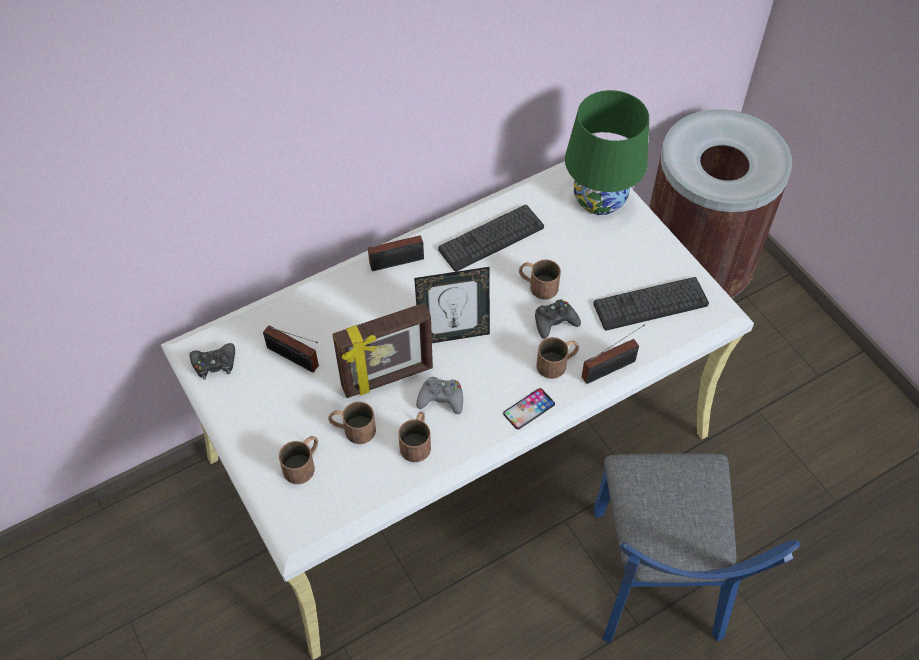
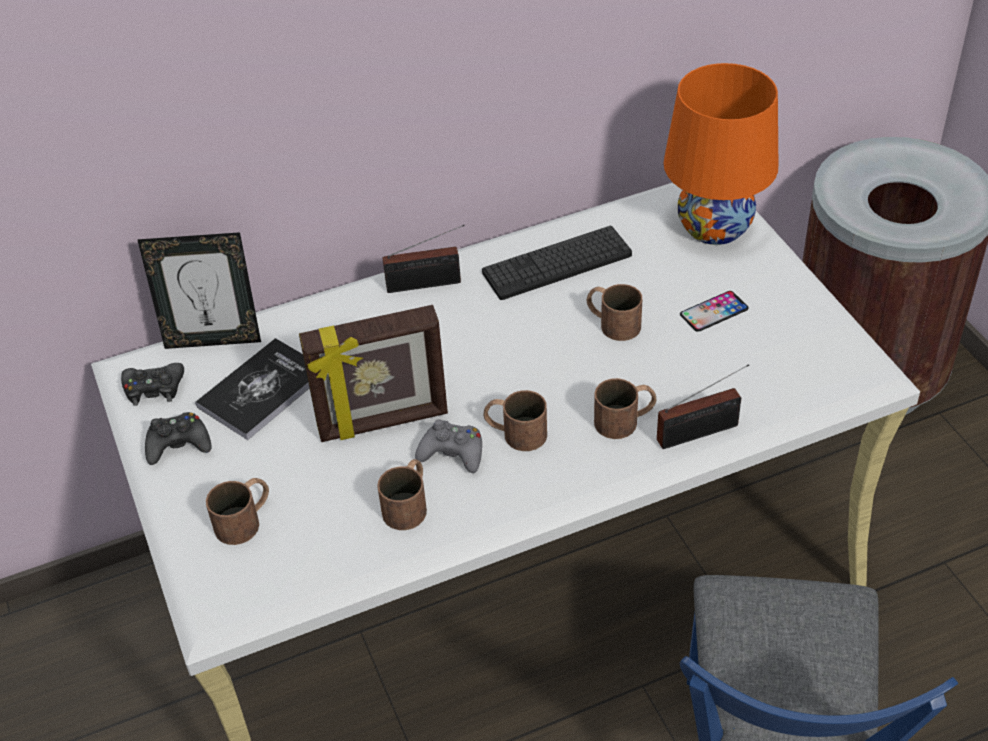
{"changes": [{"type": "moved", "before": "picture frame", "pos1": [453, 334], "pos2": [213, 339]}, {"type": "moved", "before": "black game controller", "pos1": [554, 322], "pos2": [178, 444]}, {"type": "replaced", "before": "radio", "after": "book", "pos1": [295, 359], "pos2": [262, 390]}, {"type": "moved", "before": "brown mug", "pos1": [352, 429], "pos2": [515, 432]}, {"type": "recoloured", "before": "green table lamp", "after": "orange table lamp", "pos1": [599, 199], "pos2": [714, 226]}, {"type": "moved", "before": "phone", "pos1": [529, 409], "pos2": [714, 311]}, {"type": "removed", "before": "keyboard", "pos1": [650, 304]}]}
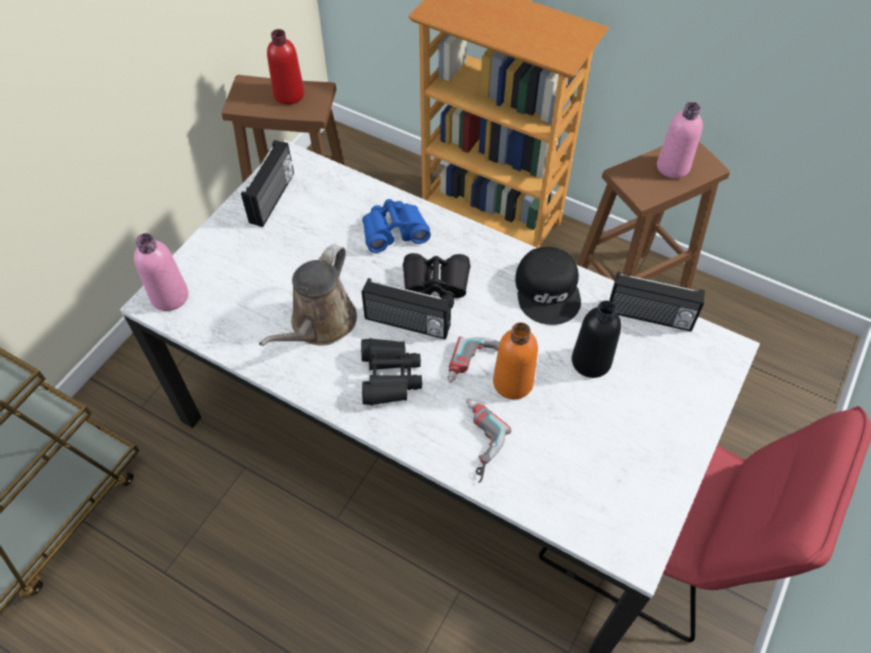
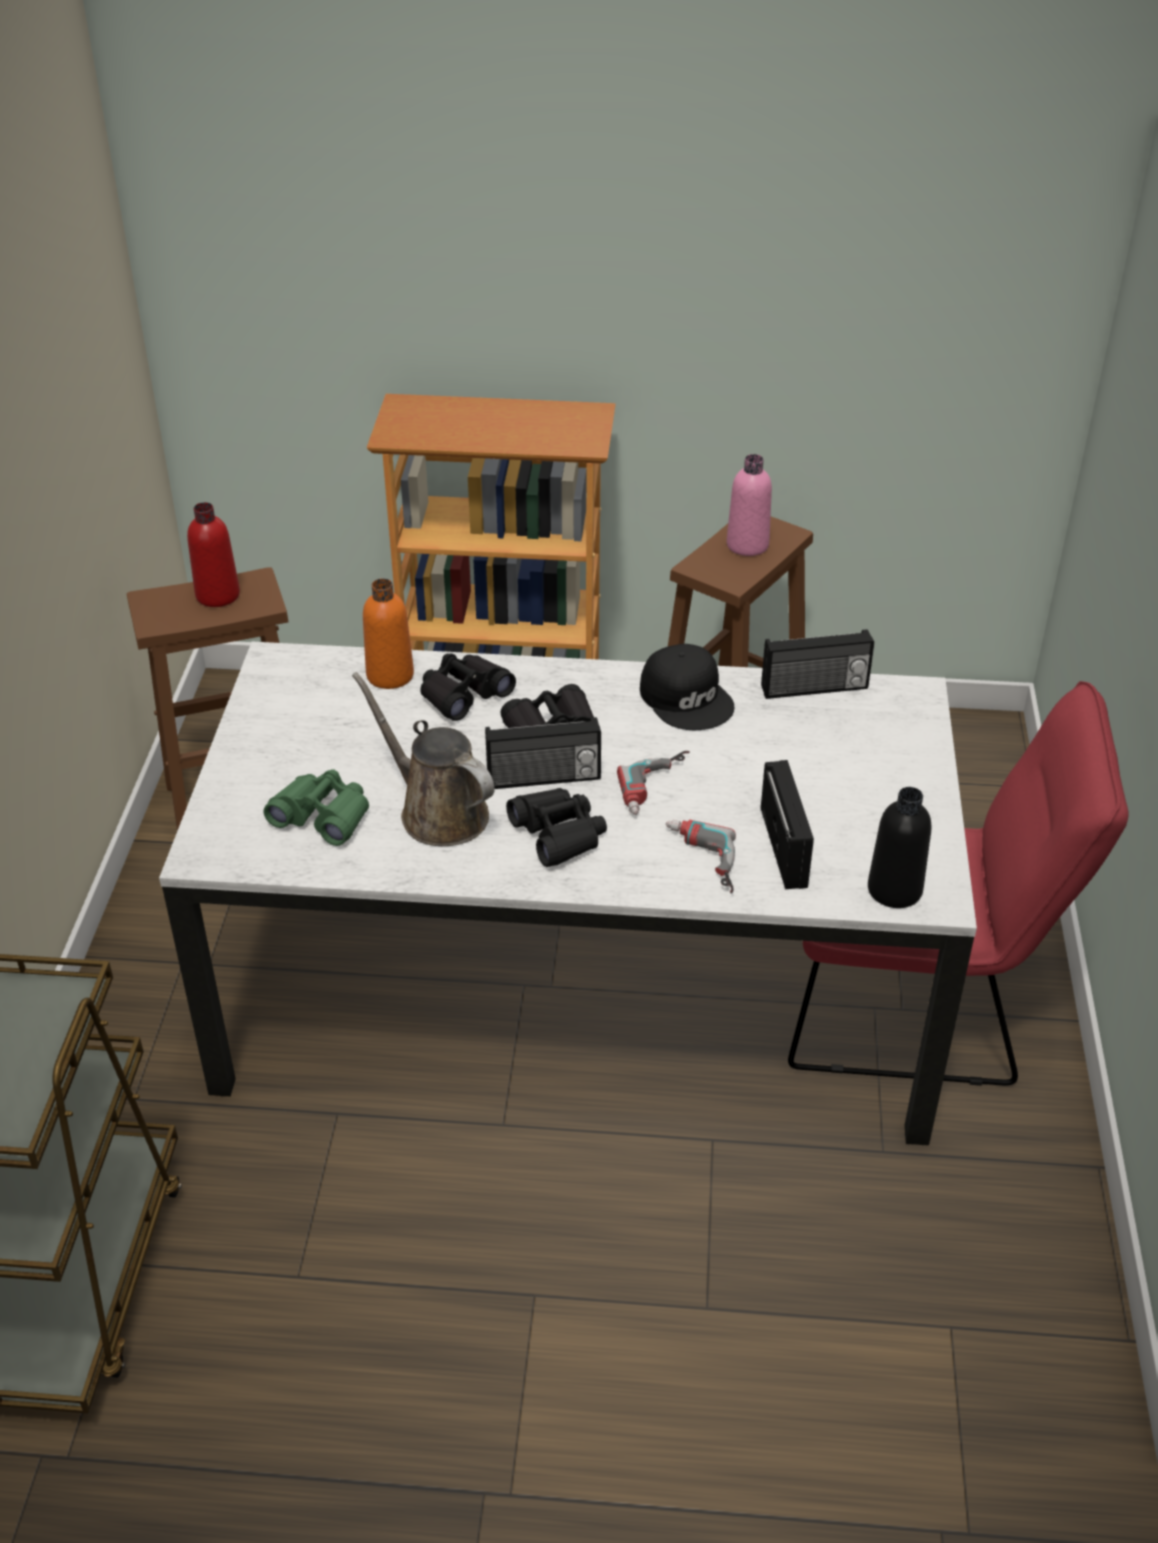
{"changes": [{"type": "added", "after": "green binoculars", "pos2": [323, 816]}, {"type": "turned", "before": "brown watering can", "pos1": [320, 324], "pos2": [437, 812], "turn": 135}, {"type": "moved", "before": "orange bottle", "pos1": [513, 382], "pos2": [390, 675]}, {"type": "recoloured", "before": "blue binoculars", "after": "black binoculars", "pos1": [394, 231], "pos2": [463, 694]}, {"type": "moved", "before": "radio", "pos1": [273, 198], "pos2": [786, 848]}, {"type": "moved", "before": "black bottle", "pos1": [591, 361], "pos2": [894, 890]}, {"type": "removed", "before": "pink bottle", "pos1": [170, 296]}]}
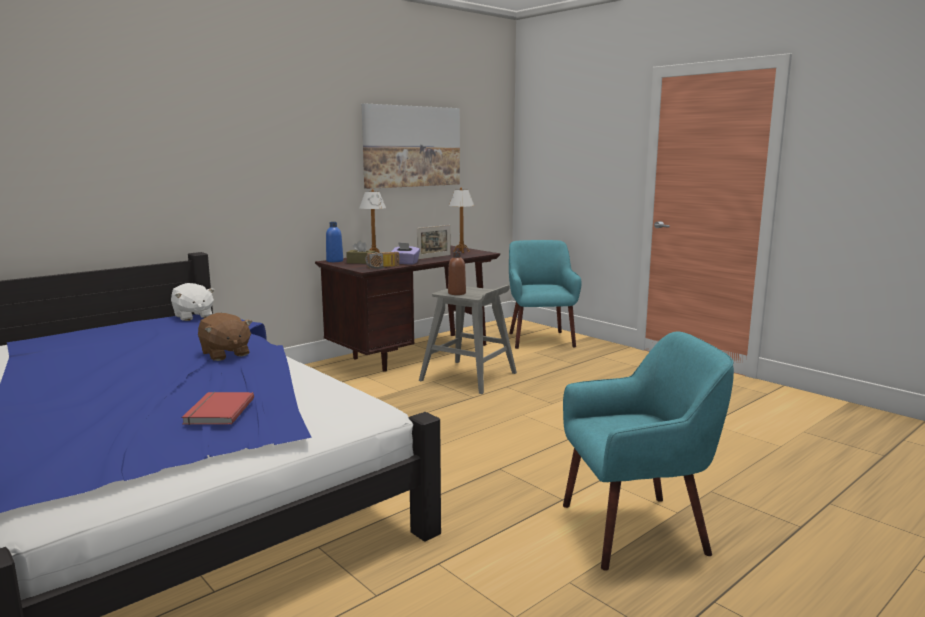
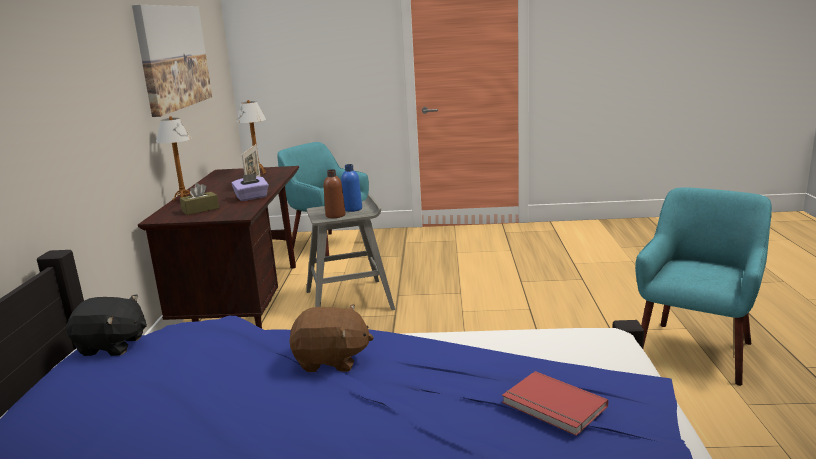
{"changes": [{"type": "recoloured", "before": "white plush toy", "after": "black plush toy", "pos1": [193, 316], "pos2": [112, 346]}, {"type": "moved", "before": "blue bottle", "pos1": [334, 261], "pos2": [352, 209]}, {"type": "removed", "before": "radio", "pos1": [383, 267]}]}
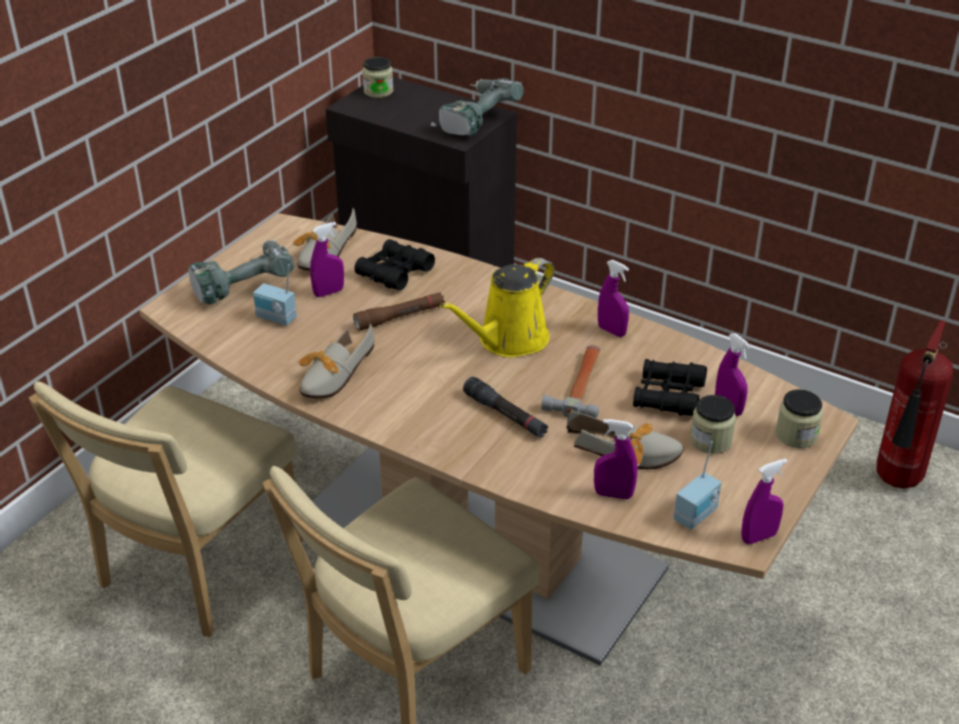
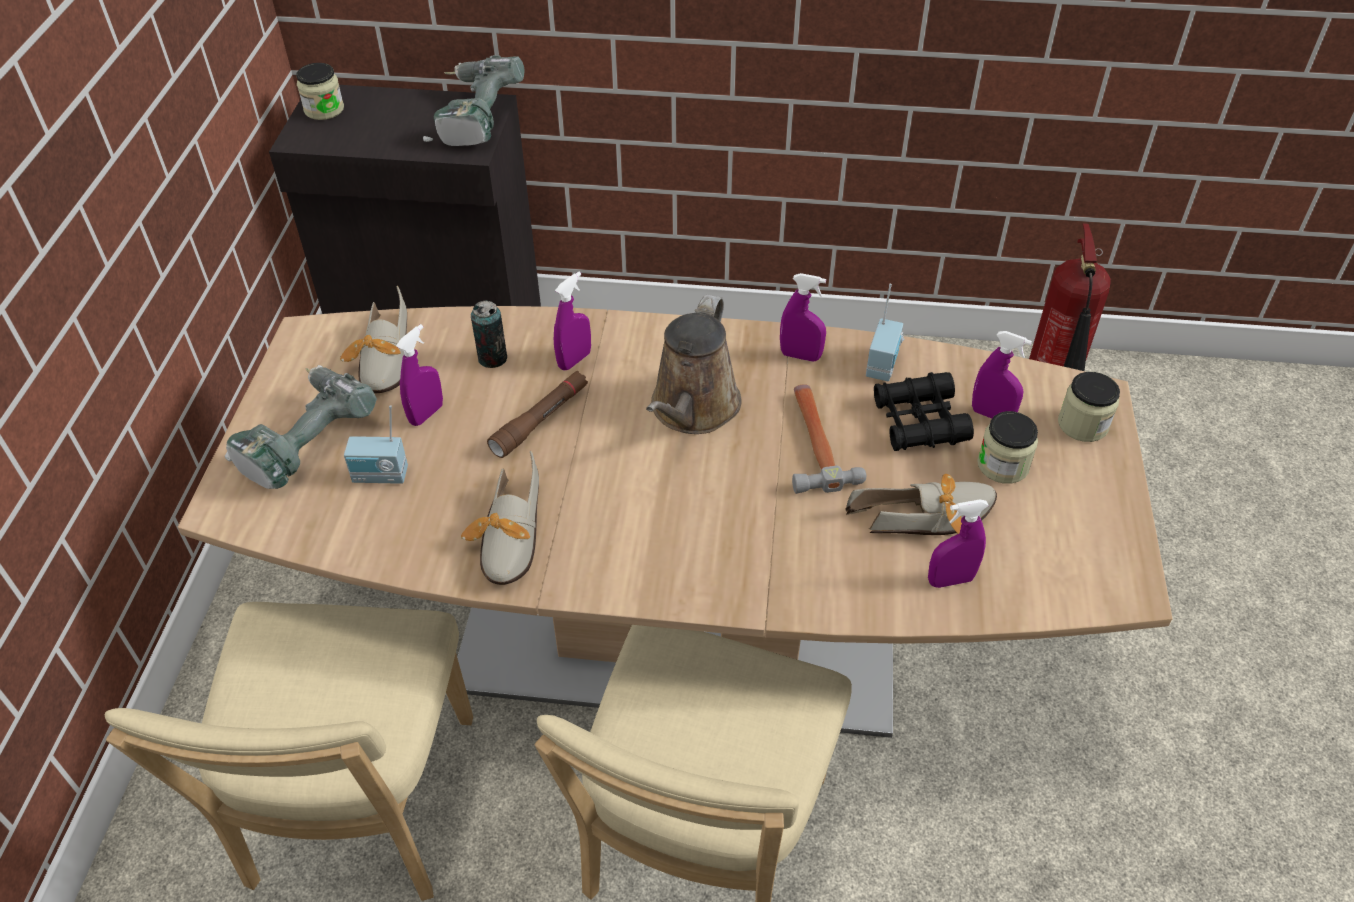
{"changes": [{"type": "replaced", "before": "black binoculars", "after": "can", "pos1": [394, 273], "pos2": [492, 358]}, {"type": "moved", "before": "purple spray bottle", "pos1": [758, 537], "pos2": [574, 360]}, {"type": "recoloured", "before": "yellow watering can", "after": "brown watering can", "pos1": [508, 341], "pos2": [692, 409]}, {"type": "moved", "before": "radio", "pos1": [697, 515], "pos2": [884, 365]}, {"type": "removed", "before": "black flashlight", "pos1": [505, 415]}]}
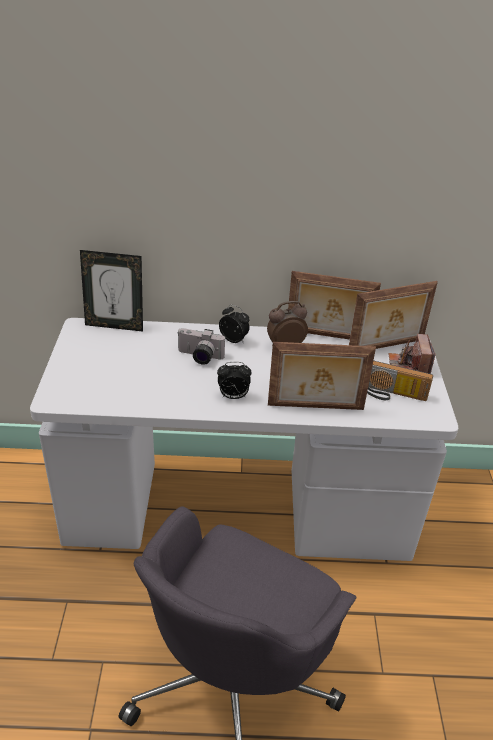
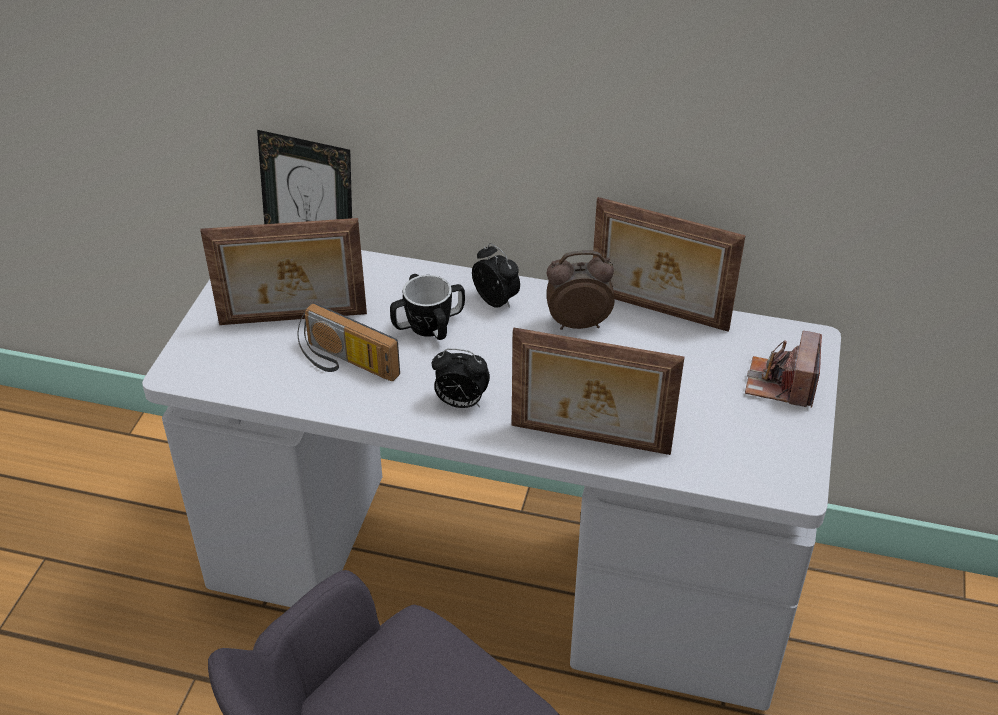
{"changes": [{"type": "moved", "before": "picture frame", "pos1": [386, 347], "pos2": [293, 320]}, {"type": "moved", "before": "radio", "pos1": [391, 394], "pos2": [344, 363]}, {"type": "replaced", "before": "photo camera", "after": "mug", "pos1": [199, 357], "pos2": [428, 326]}]}
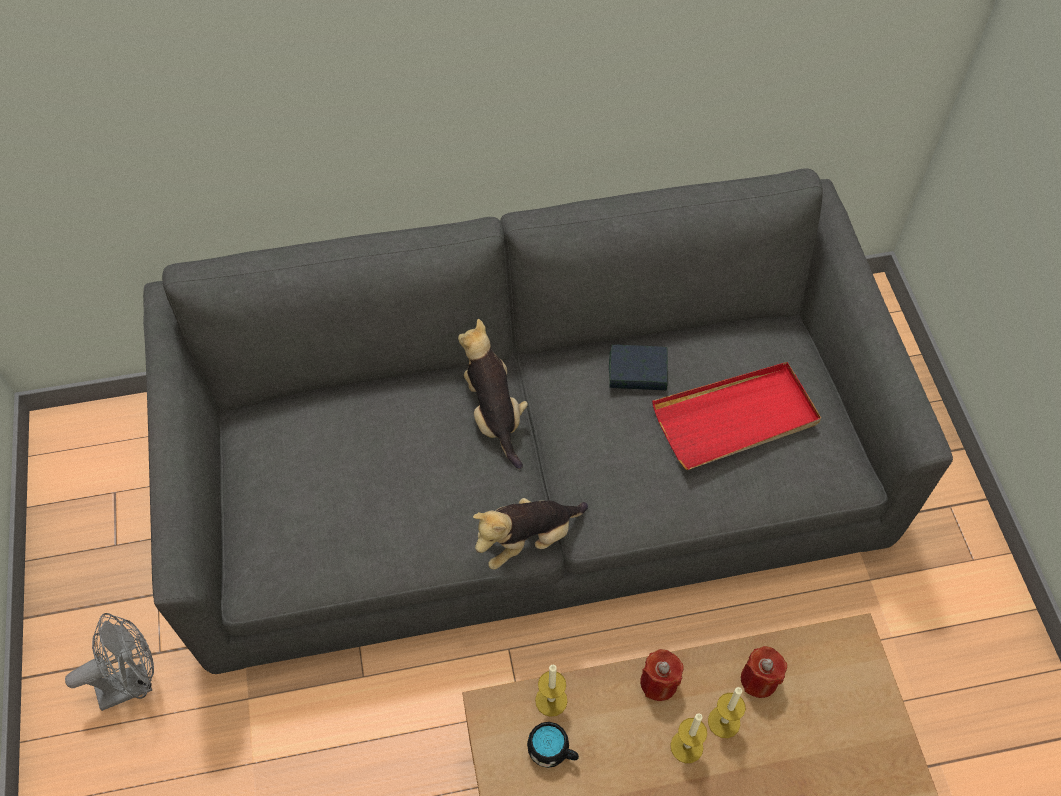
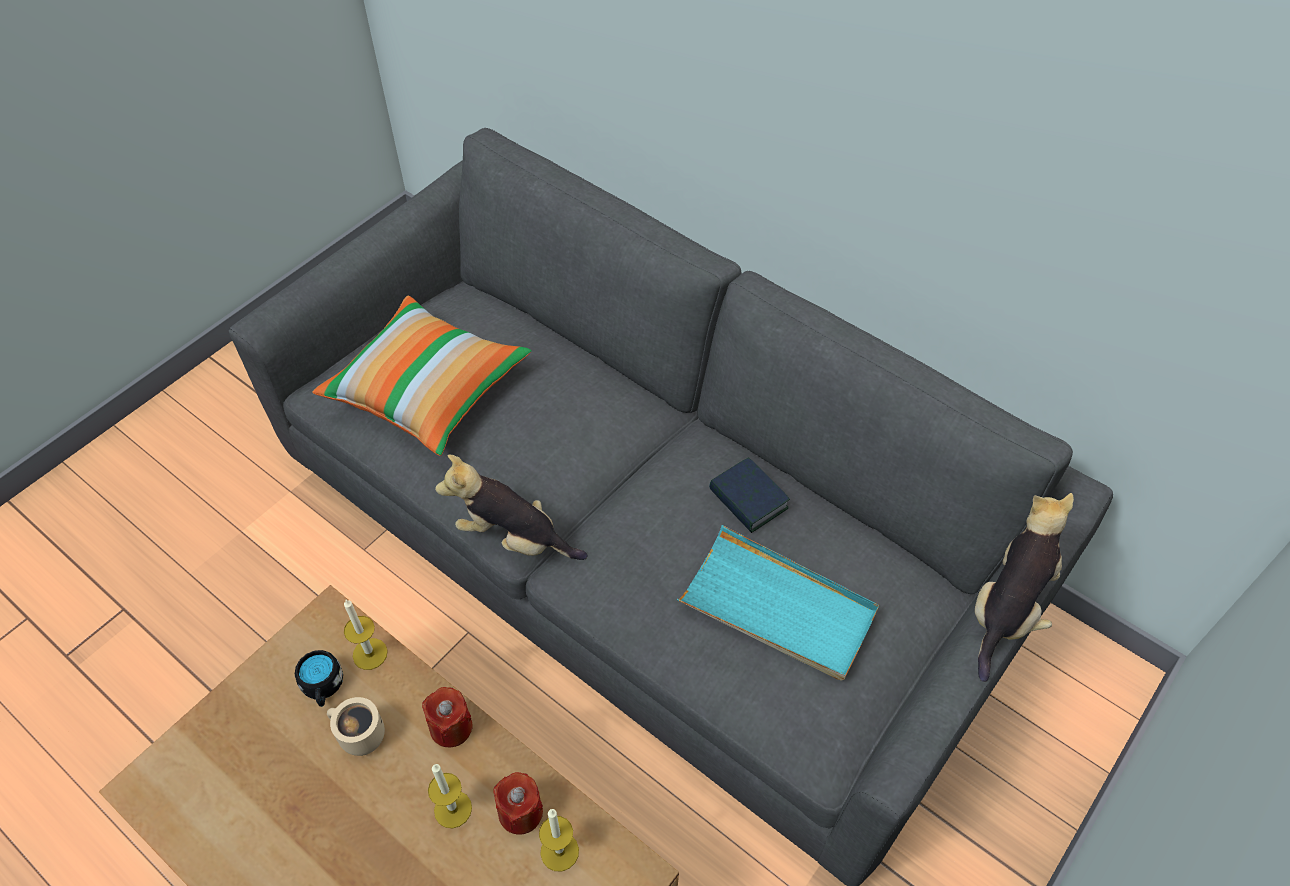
{"changes": [{"type": "added", "after": "pillow", "pos2": [428, 390]}, {"type": "added", "after": "beige mug", "pos2": [358, 736]}, {"type": "moved", "before": "candle", "pos1": [686, 746], "pos2": [559, 851]}, {"type": "recoloured", "before": "red tray", "after": "turquoise tray", "pos1": [736, 418], "pos2": [778, 608]}, {"type": "moved", "before": "plush toy", "pos1": [494, 414], "pos2": [1007, 608]}, {"type": "removed", "before": "grey fan", "pos1": [133, 683]}]}
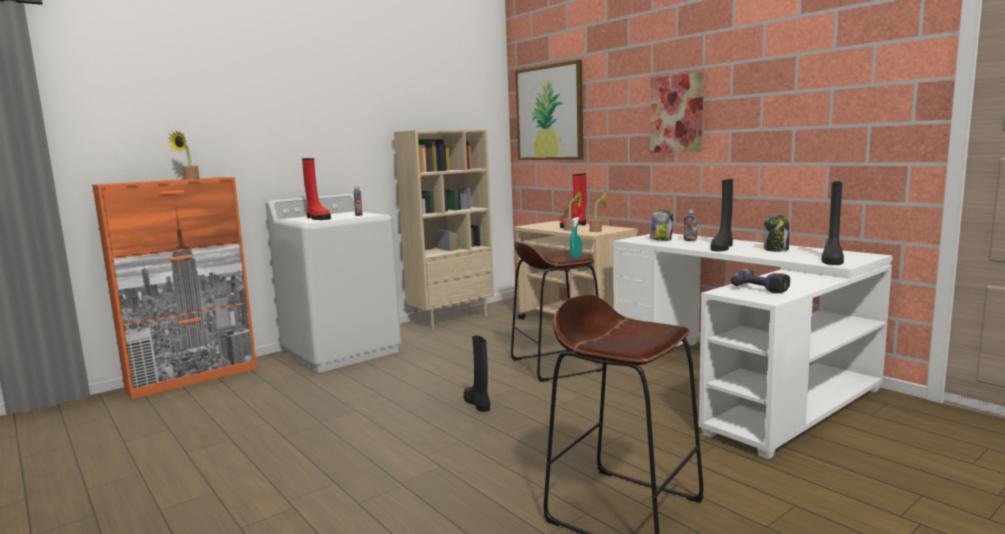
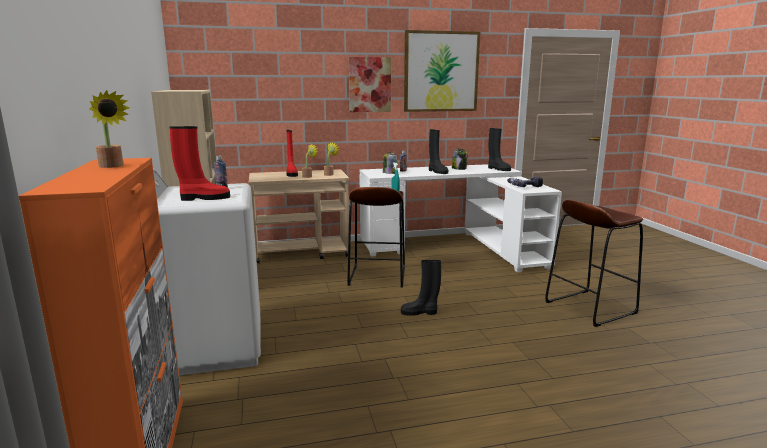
{"changes": [{"type": "moved", "before": "picture", "pos1": [549, 113], "pos2": [441, 71]}]}
